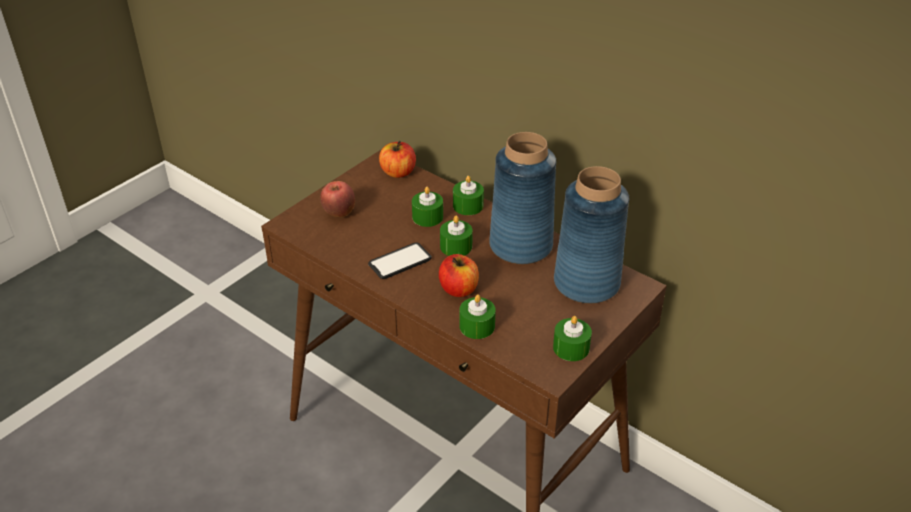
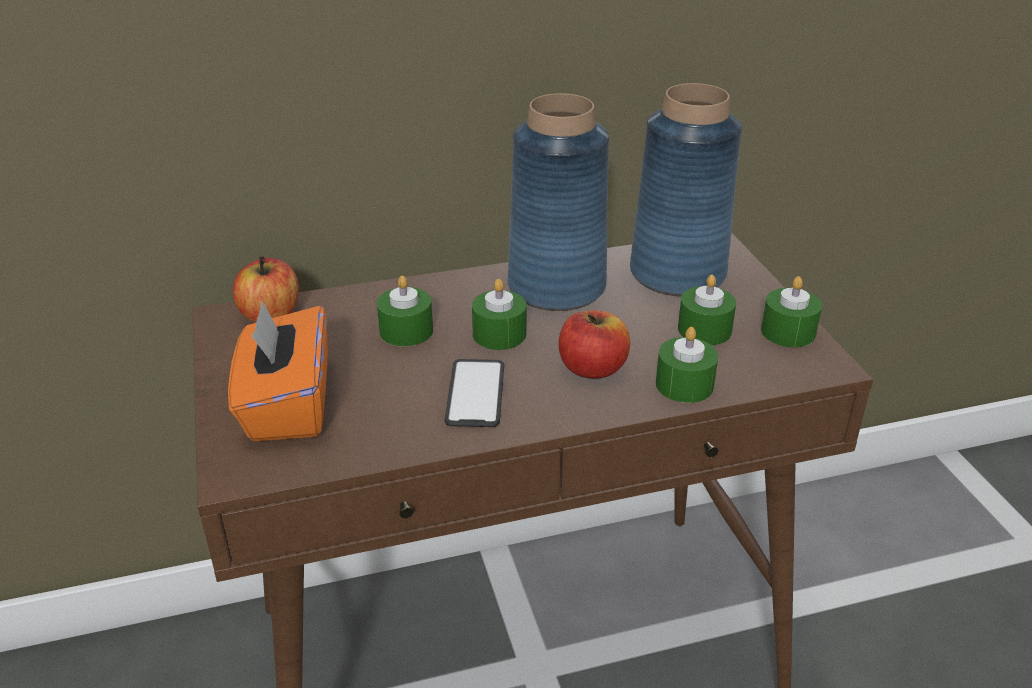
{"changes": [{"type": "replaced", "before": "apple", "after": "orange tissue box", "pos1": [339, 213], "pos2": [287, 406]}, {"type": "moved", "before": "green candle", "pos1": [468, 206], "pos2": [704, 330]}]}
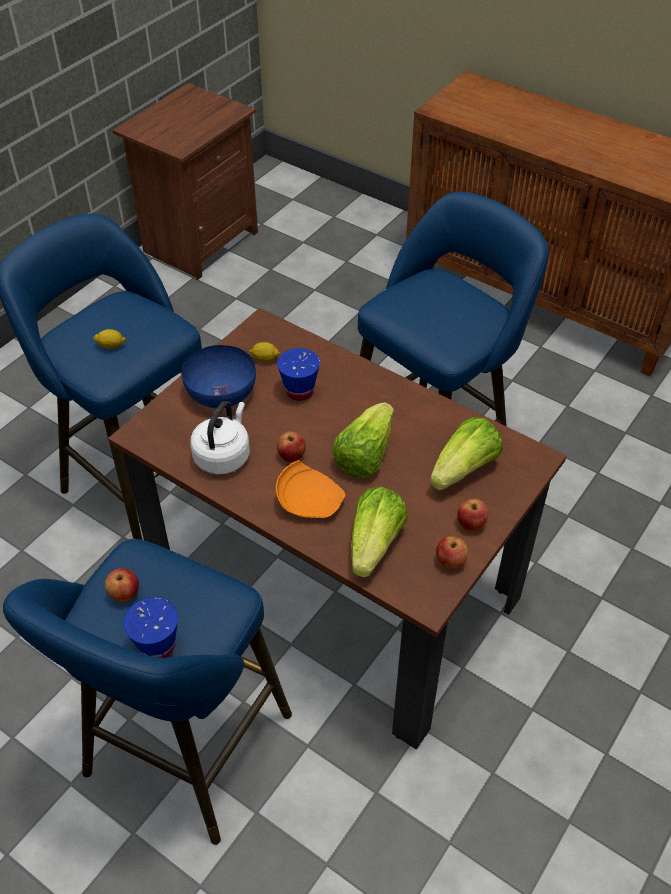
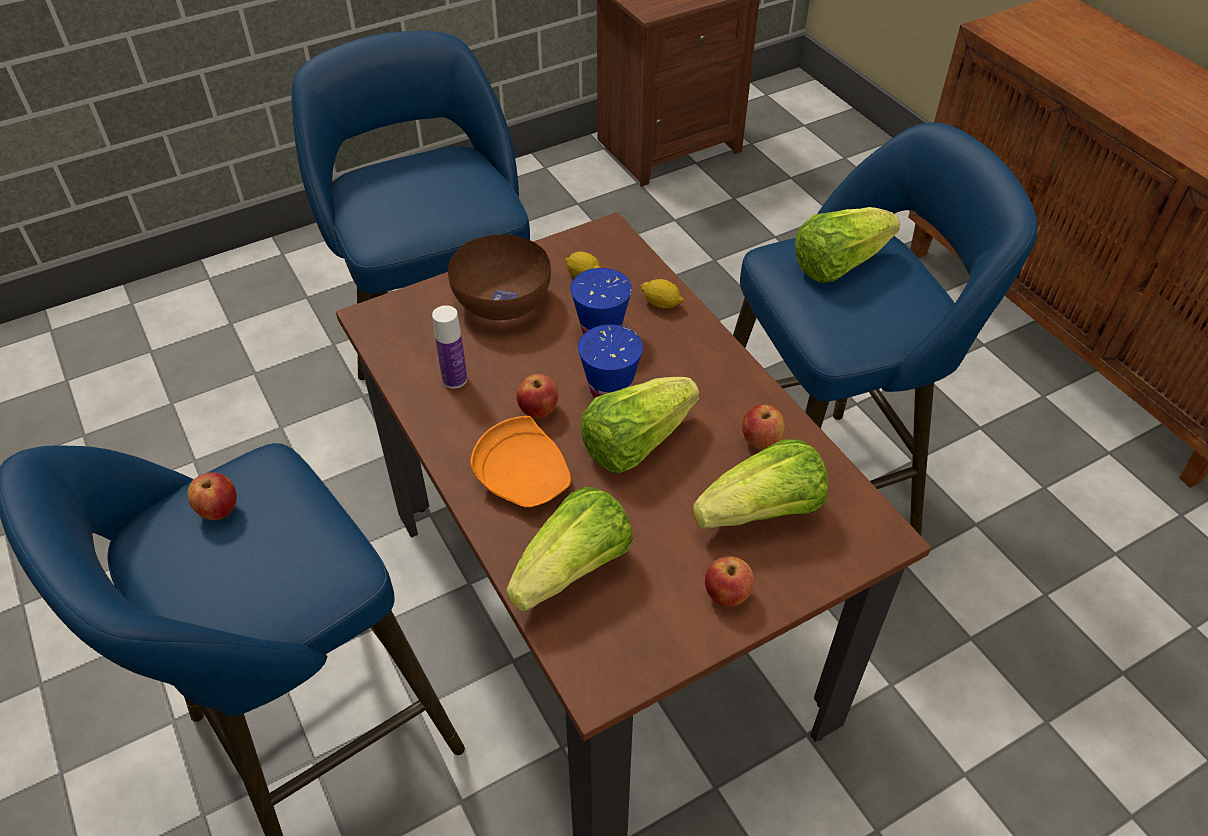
{"changes": [{"type": "replaced", "before": "white kettle", "after": "bottle", "pos1": [223, 455], "pos2": [454, 379]}, {"type": "recoloured", "before": "blue bowl", "after": "brown bowl", "pos1": [220, 393], "pos2": [501, 301]}, {"type": "moved", "before": "blue cup", "pos1": [157, 646], "pos2": [610, 389]}, {"type": "moved", "before": "lemon", "pos1": [111, 346], "pos2": [661, 303]}, {"type": "moved", "before": "apple", "pos1": [450, 562], "pos2": [760, 441]}, {"type": "added", "after": "lettuce", "pos2": [838, 264]}]}
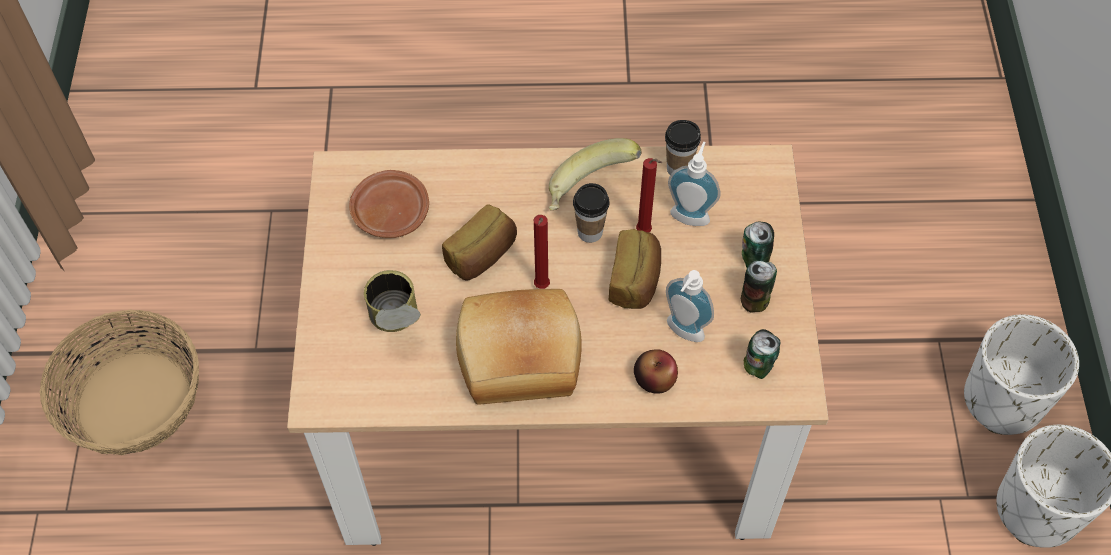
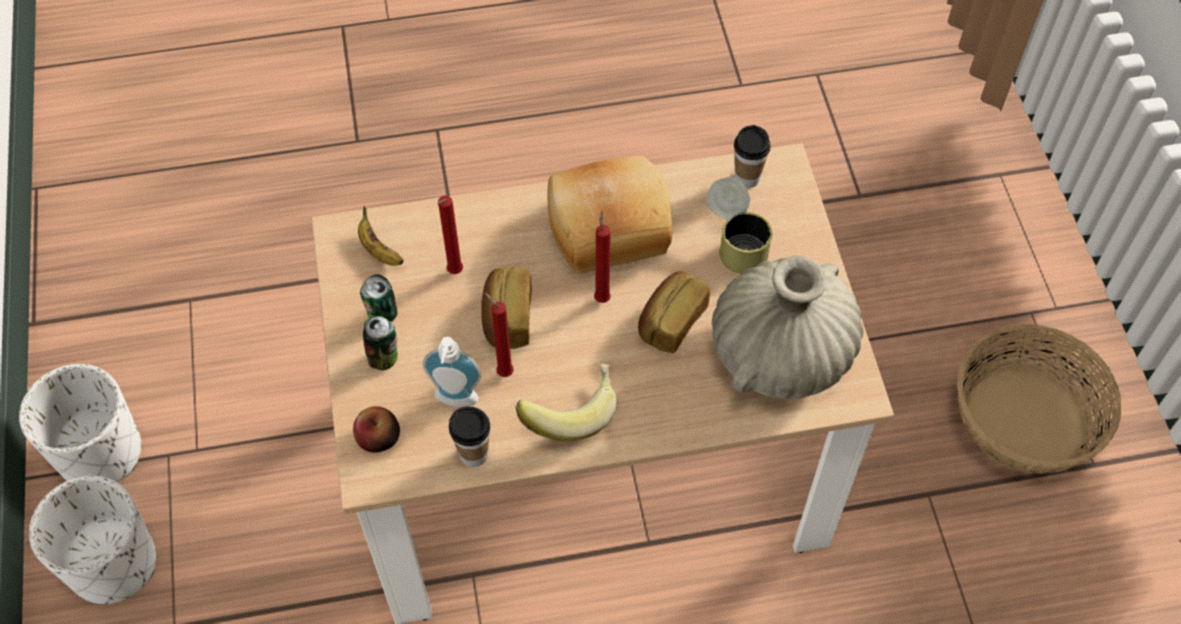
{"changes": [{"type": "moved", "before": "apple", "pos1": [655, 379], "pos2": [378, 438]}, {"type": "replaced", "before": "can", "after": "banana", "pos1": [757, 368], "pos2": [378, 250]}, {"type": "replaced", "before": "soap dispenser", "after": "red candle", "pos1": [682, 333], "pos2": [454, 273]}, {"type": "replaced", "before": "brown plate", "after": "beige vase", "pos1": [390, 212], "pos2": [781, 354]}, {"type": "moved", "before": "cup", "pos1": [590, 232], "pos2": [747, 178]}]}
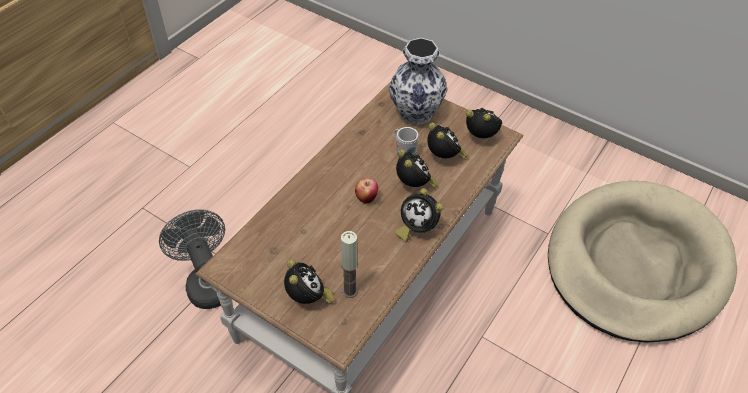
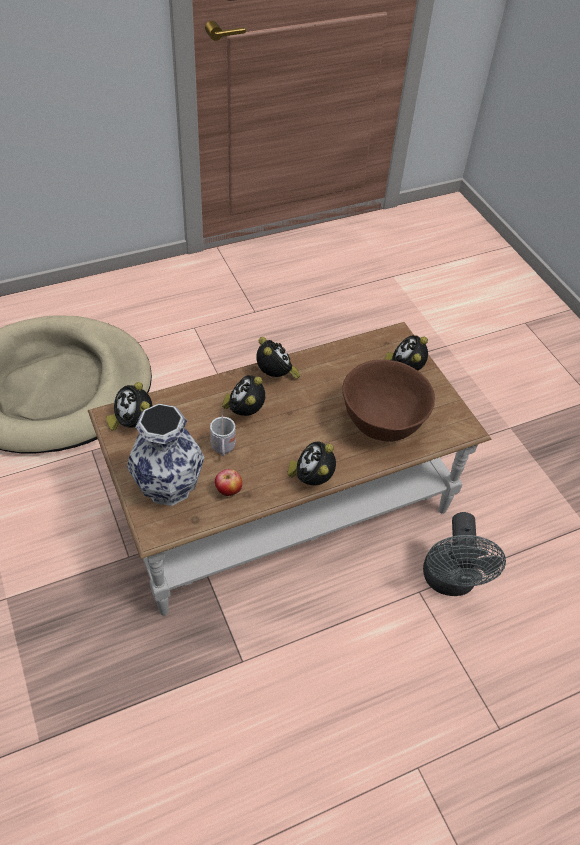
{"changes": [{"type": "moved", "before": "apple", "pos1": [366, 198], "pos2": [228, 491]}, {"type": "moved", "before": "alarm clock", "pos1": [444, 157], "pos2": [311, 478]}, {"type": "added", "after": "brown bowl", "pos2": [381, 424]}, {"type": "removed", "before": "candle", "pos1": [350, 291]}]}
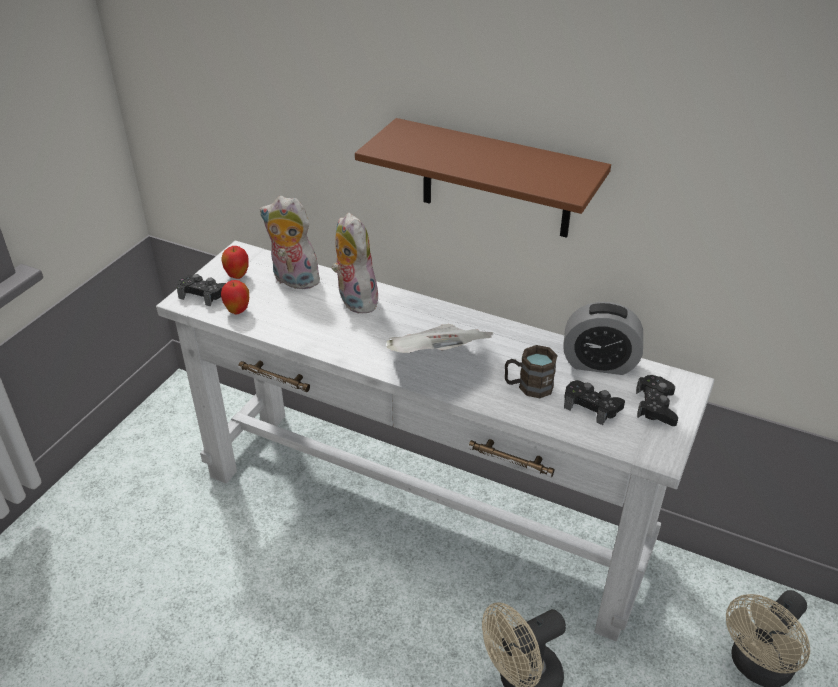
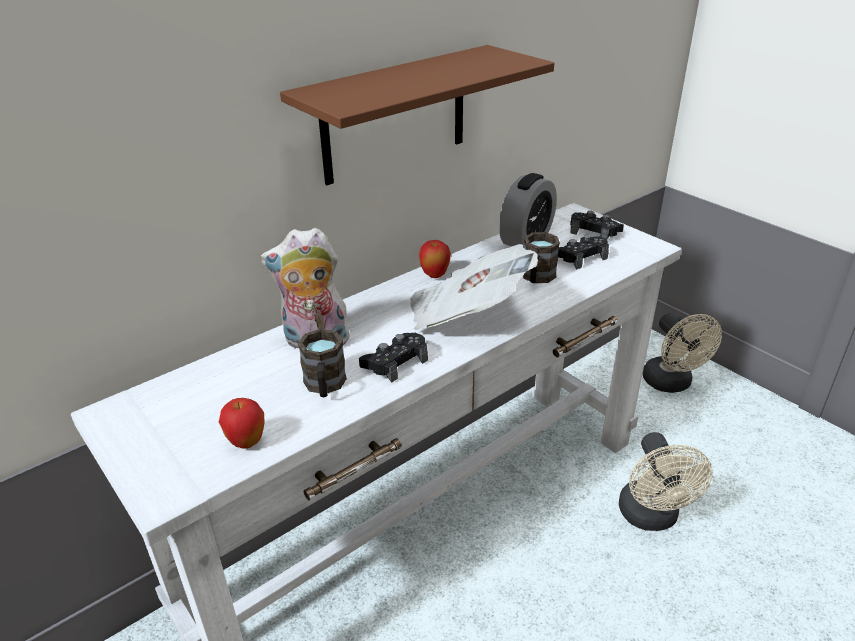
{"changes": [{"type": "added", "after": "brown mug", "pos2": [324, 386]}, {"type": "moved", "before": "black game controller", "pos1": [203, 294], "pos2": [395, 362]}, {"type": "moved", "before": "apple", "pos1": [237, 276], "pos2": [435, 276]}, {"type": "removed", "before": "plush toy", "pos1": [293, 280]}]}
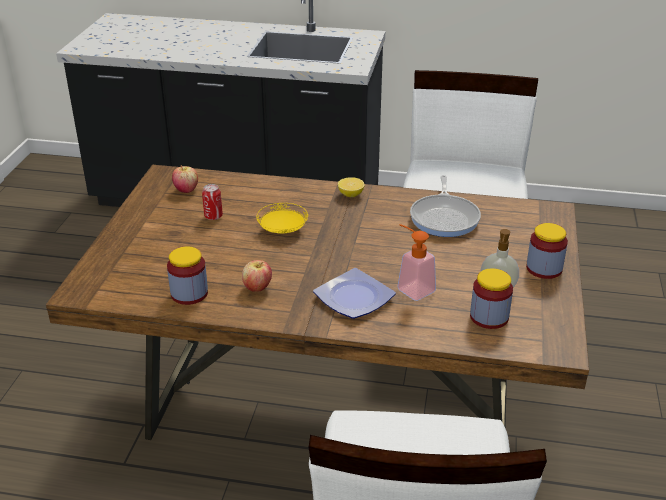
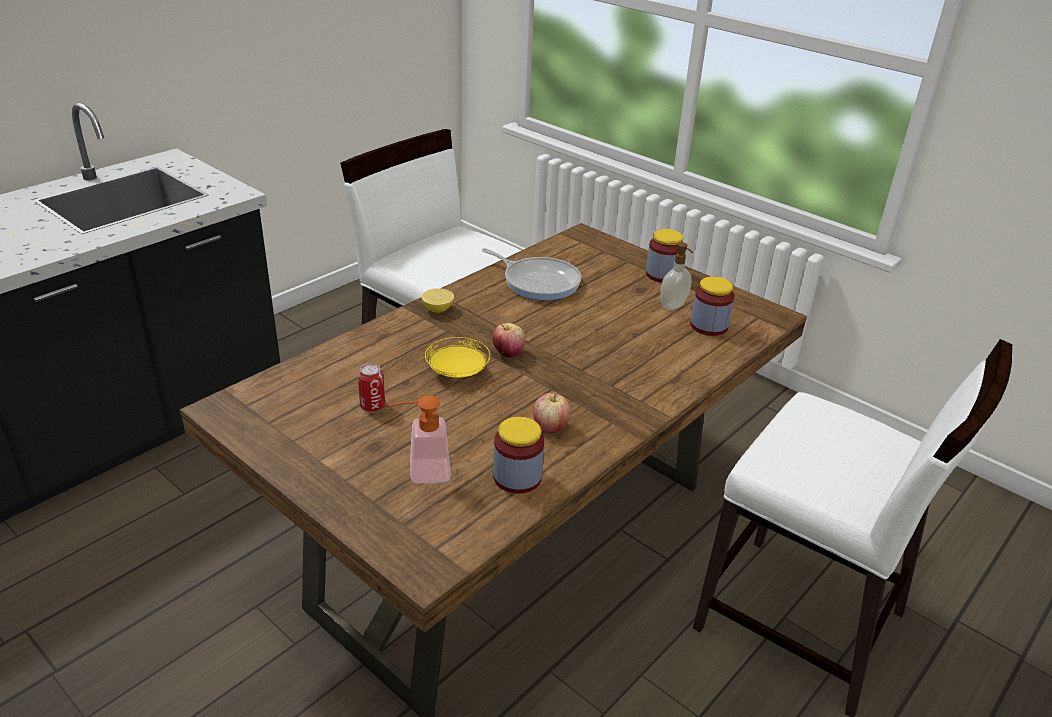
{"changes": [{"type": "moved", "before": "soap dispenser", "pos1": [411, 287], "pos2": [421, 472]}, {"type": "moved", "before": "apple", "pos1": [186, 190], "pos2": [508, 353]}, {"type": "removed", "before": "plate", "pos1": [352, 298]}]}
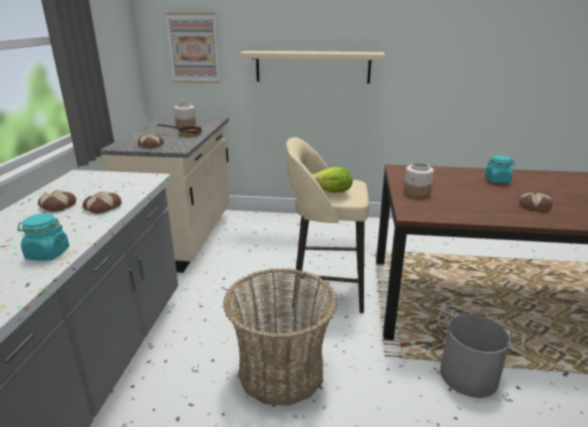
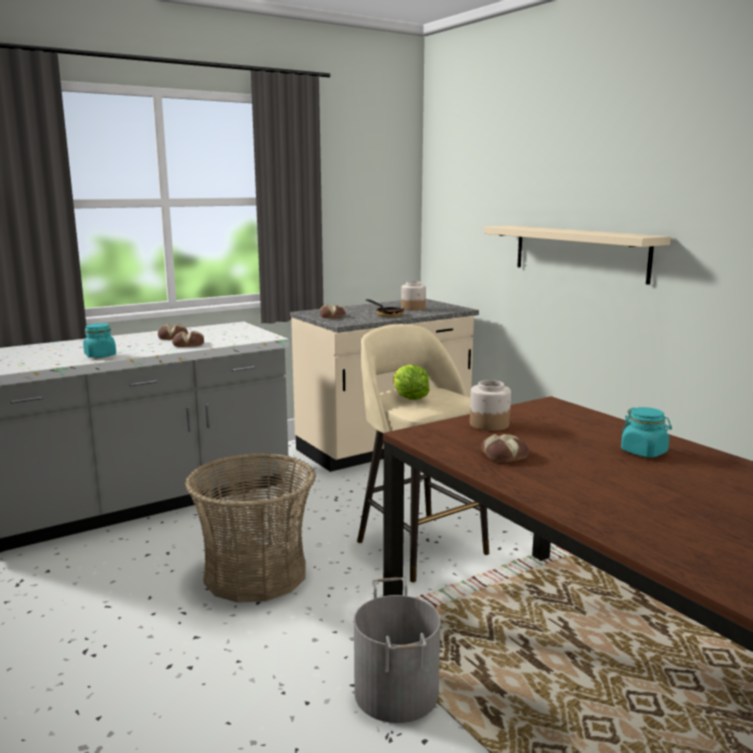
{"changes": [{"type": "moved", "before": "bread", "pos1": [534, 205], "pos2": [505, 455]}, {"type": "removed", "before": "picture", "pos1": [193, 48]}]}
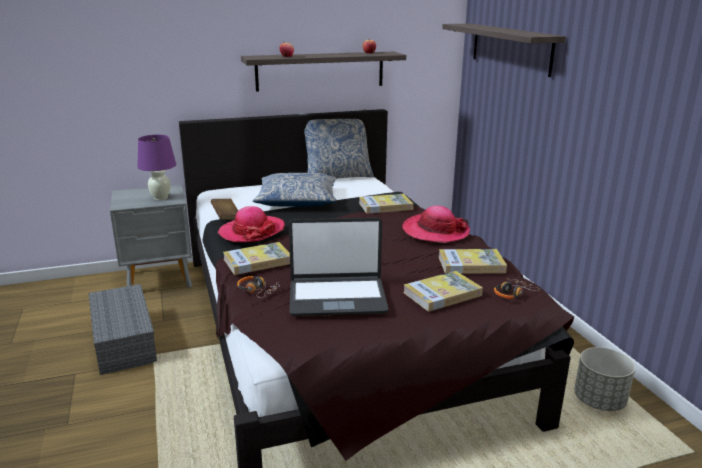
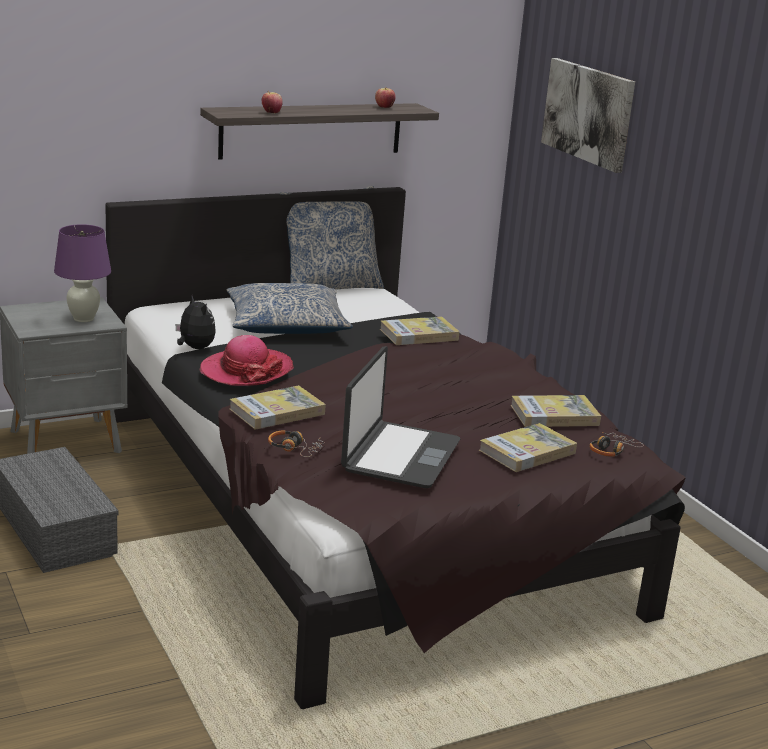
{"changes": [{"type": "replaced", "before": "brown book", "after": "plush toy", "pos1": [226, 216], "pos2": [194, 348]}, {"type": "turned", "before": "laptop", "pos1": [337, 297], "pos2": [400, 456], "turn": -60}, {"type": "replaced", "before": "shelf", "after": "picture", "pos1": [510, 48], "pos2": [588, 113]}, {"type": "removed", "before": "hat", "pos1": [435, 231]}, {"type": "removed", "before": "grey planter", "pos1": [599, 401]}]}
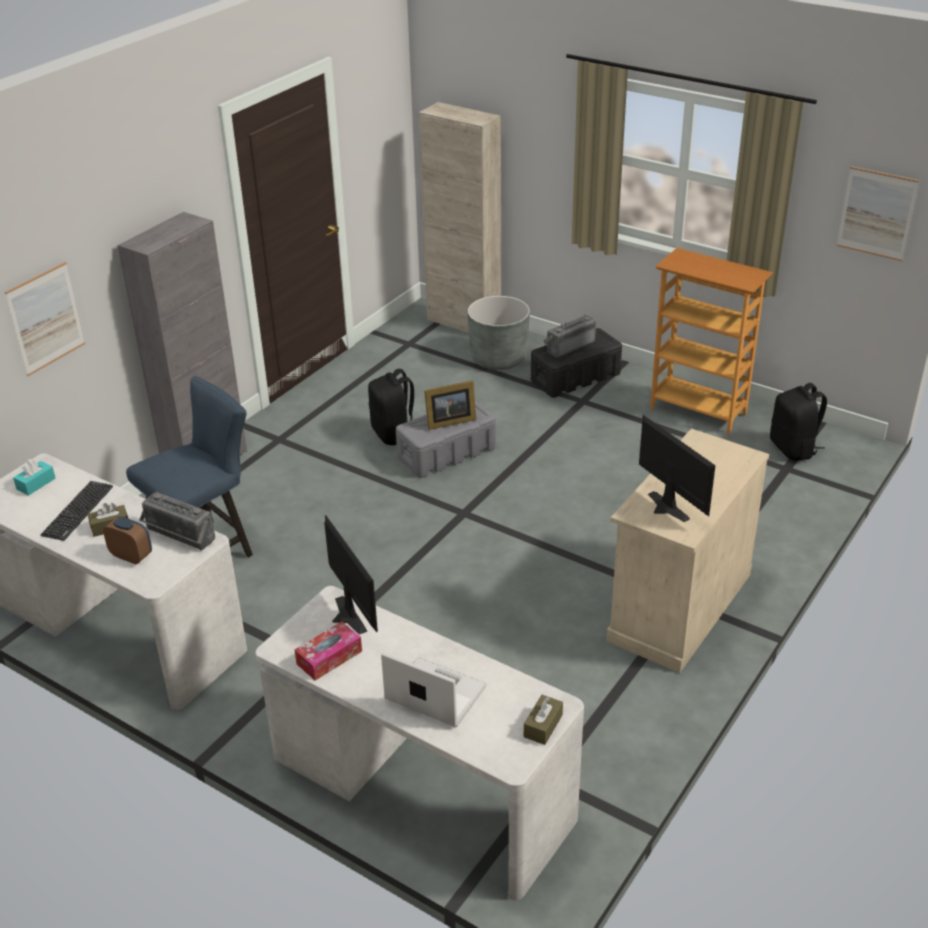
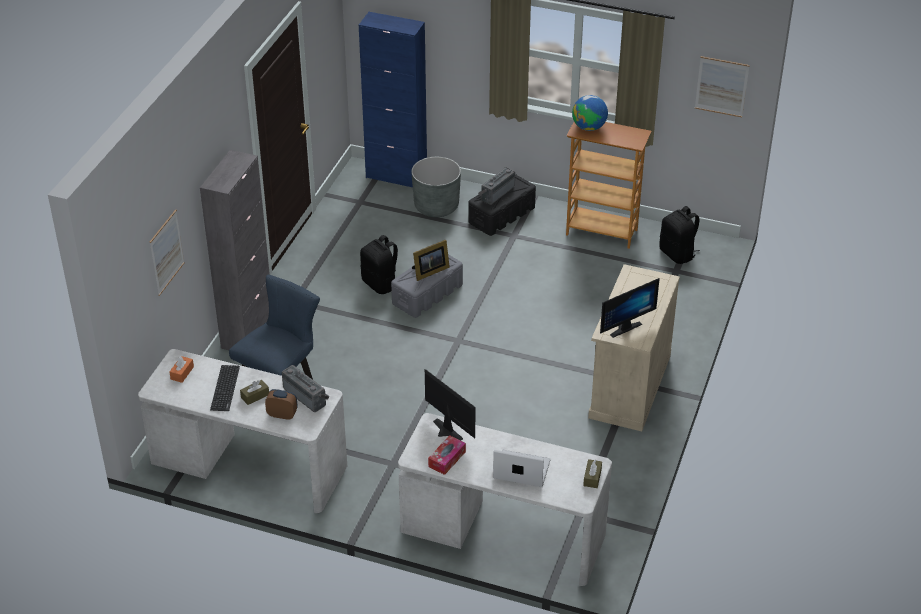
{"changes": [{"type": "recoloured", "before": "turquoise tissue box", "after": "orange tissue box", "pos1": [36, 484], "pos2": [182, 373]}, {"type": "turned", "before": "radio", "pos1": [178, 537], "pos2": [306, 396], "turn": -150}, {"type": "recoloured", "before": "beige cabinet", "after": "blue cabinet", "pos1": [463, 323], "pos2": [396, 176]}, {"type": "added", "after": "globe", "pos2": [589, 127]}, {"type": "turned", "before": "monitor", "pos1": [663, 509], "pos2": [623, 327], "turn": 105}]}
